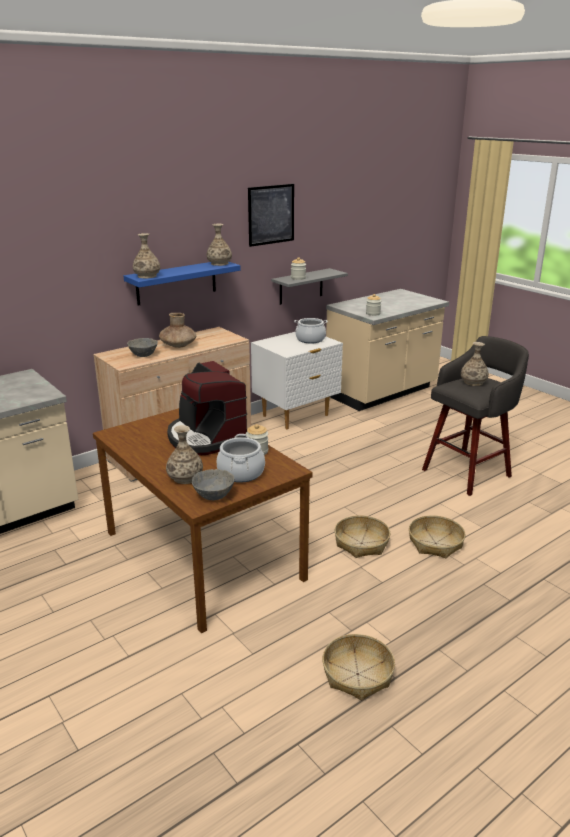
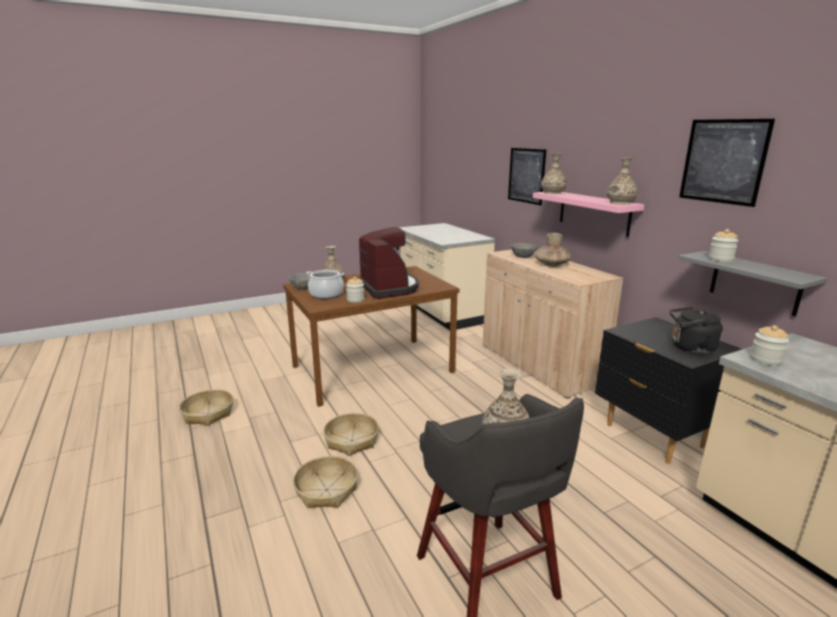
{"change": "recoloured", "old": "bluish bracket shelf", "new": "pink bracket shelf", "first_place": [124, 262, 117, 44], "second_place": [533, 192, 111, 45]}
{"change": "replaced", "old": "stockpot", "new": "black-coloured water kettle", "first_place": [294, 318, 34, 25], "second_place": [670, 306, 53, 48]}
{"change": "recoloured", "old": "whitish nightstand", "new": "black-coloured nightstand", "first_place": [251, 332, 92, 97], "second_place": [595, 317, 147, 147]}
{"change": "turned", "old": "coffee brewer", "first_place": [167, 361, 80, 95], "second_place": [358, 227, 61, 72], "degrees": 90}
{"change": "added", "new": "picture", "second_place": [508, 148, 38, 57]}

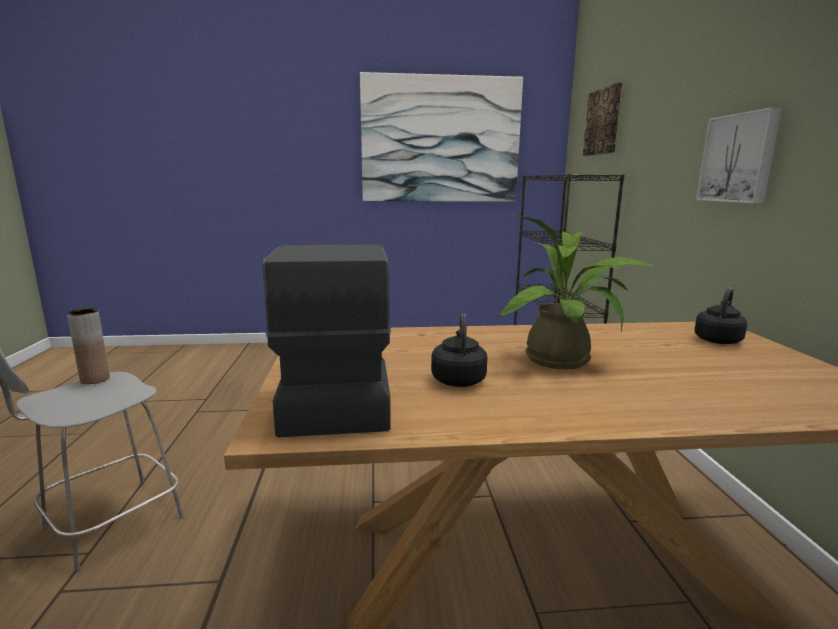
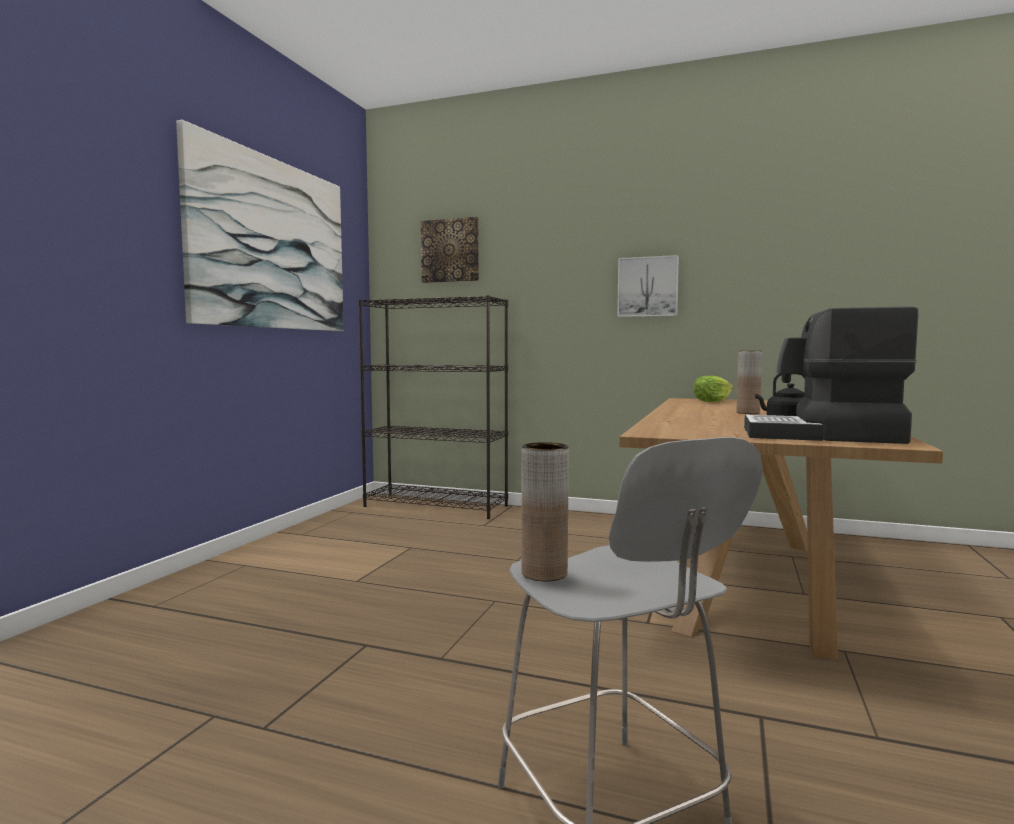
{"change": "replaced", "old": "houseplant", "new": "brown-coloured decorative vase", "first_place": [496, 215, 163, 154], "second_place": [736, 351, 27, 63]}
{"change": "replaced", "old": "black-coloured water kettle", "new": "lettuce head", "first_place": [694, 288, 53, 56], "second_place": [693, 376, 40, 26]}

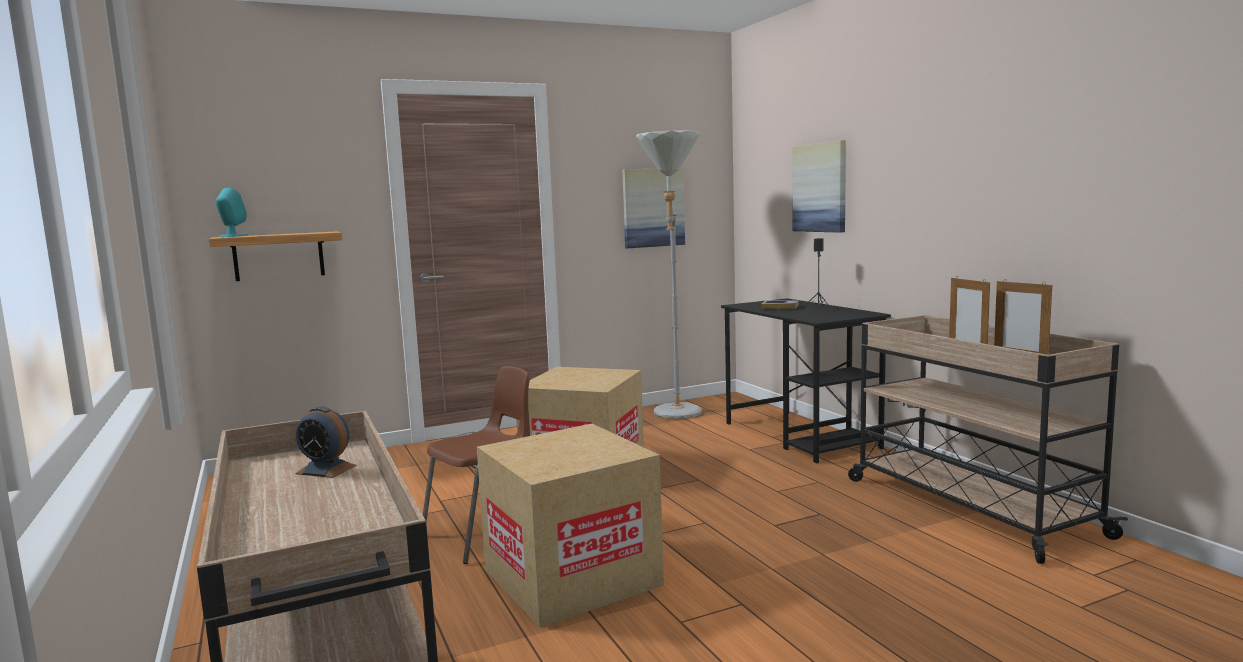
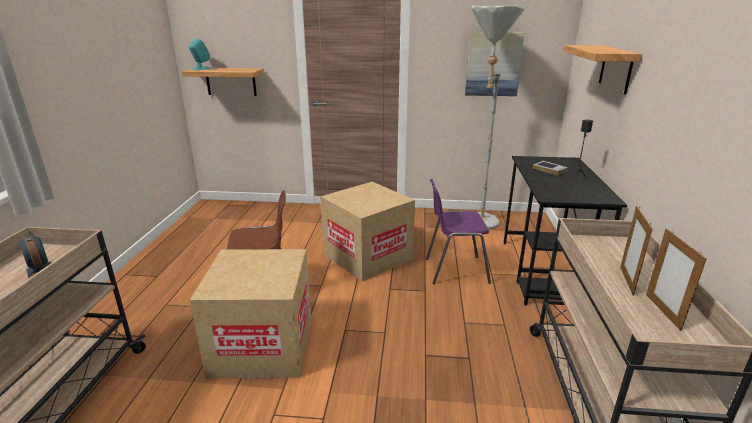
{"change": "replaced", "old": "picture", "new": "bracket shelf", "first_place": [792, 140, 54, 93], "second_place": [563, 45, 79, 49]}
{"change": "added", "new": "purplish chair", "second_place": [426, 179, 65, 105]}

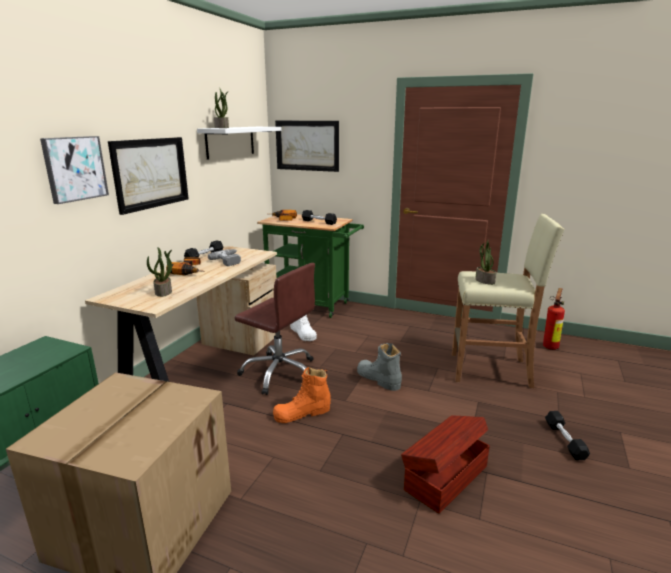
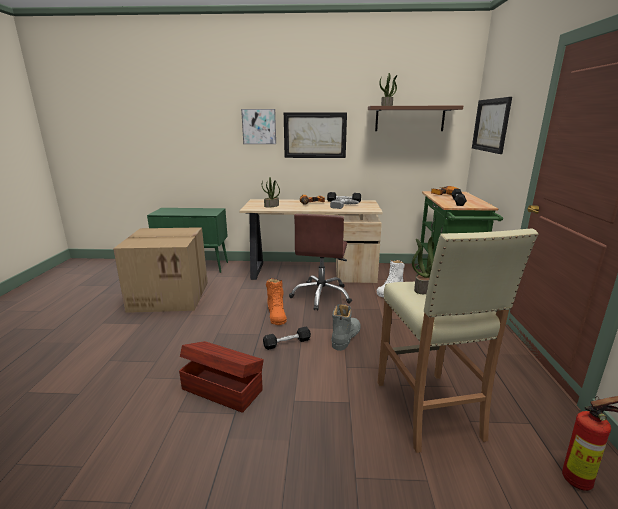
{"change": "recoloured", "old": "whitish bracket shelf", "new": "brown-coloured bracket shelf", "first_place": [197, 127, 85, 33], "second_place": [368, 106, 95, 25]}
{"change": "turned", "old": "orangey boot", "first_place": [273, 367, 58, 56], "second_place": [266, 278, 21, 47], "degrees": -150}
{"change": "moved", "old": "black-coloured dumbbell", "first_place": [545, 411, 45, 49], "second_place": [263, 327, 48, 23]}

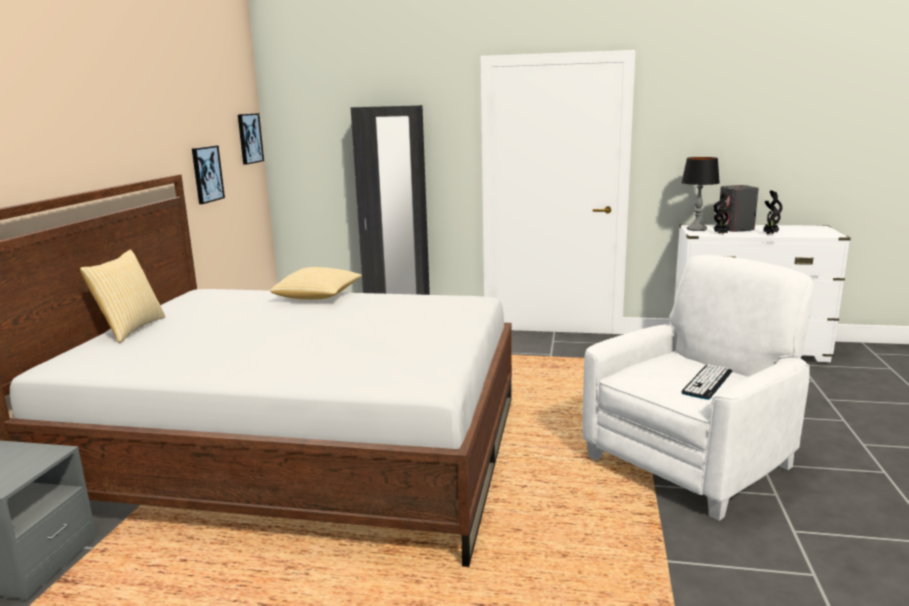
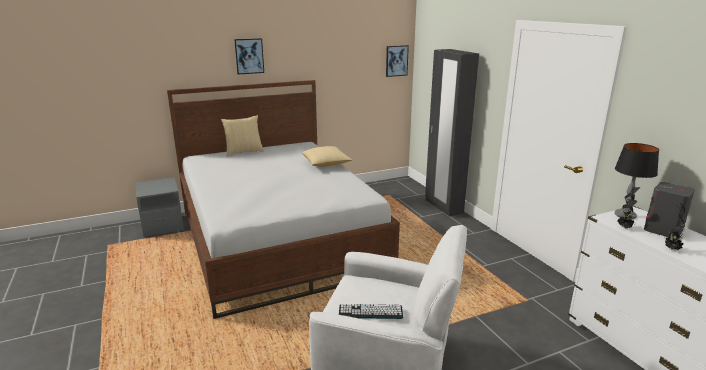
{"change": "moved", "old": "picture", "first_place": [192, 145, 33, 59], "second_place": [234, 38, 30, 37]}

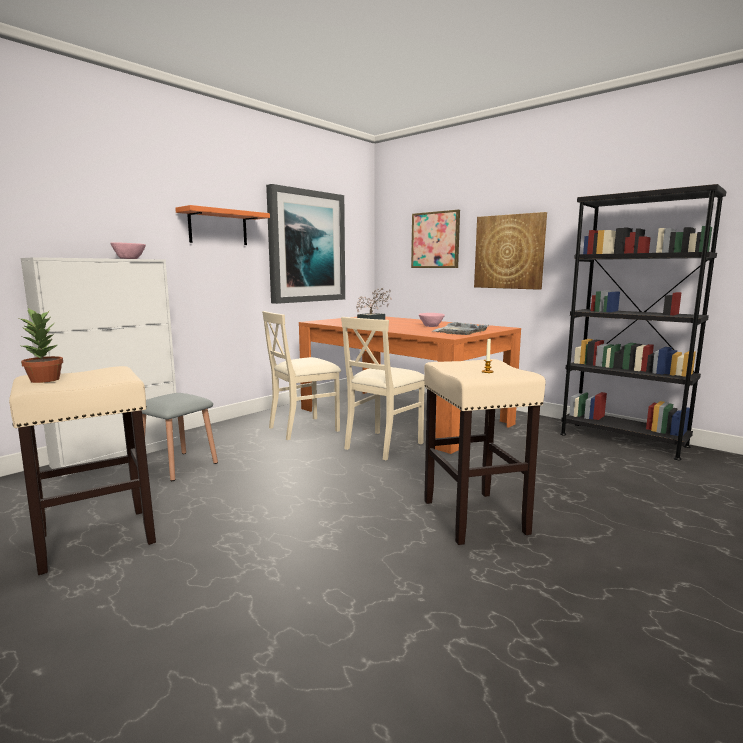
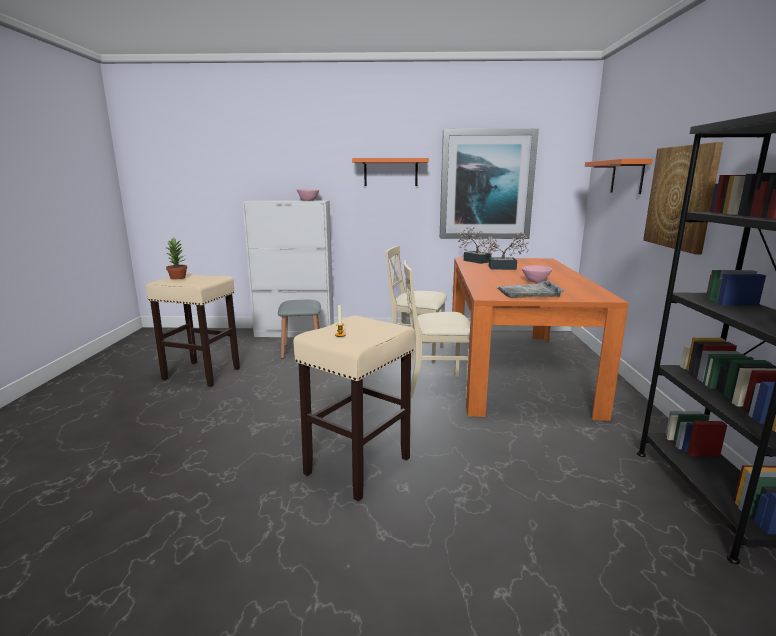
{"change": "replaced", "old": "picture", "new": "orangey bracket shelf", "first_place": [411, 210, 49, 58], "second_place": [585, 159, 67, 35]}
{"change": "added", "new": "houseplant", "second_place": [457, 227, 39, 37]}

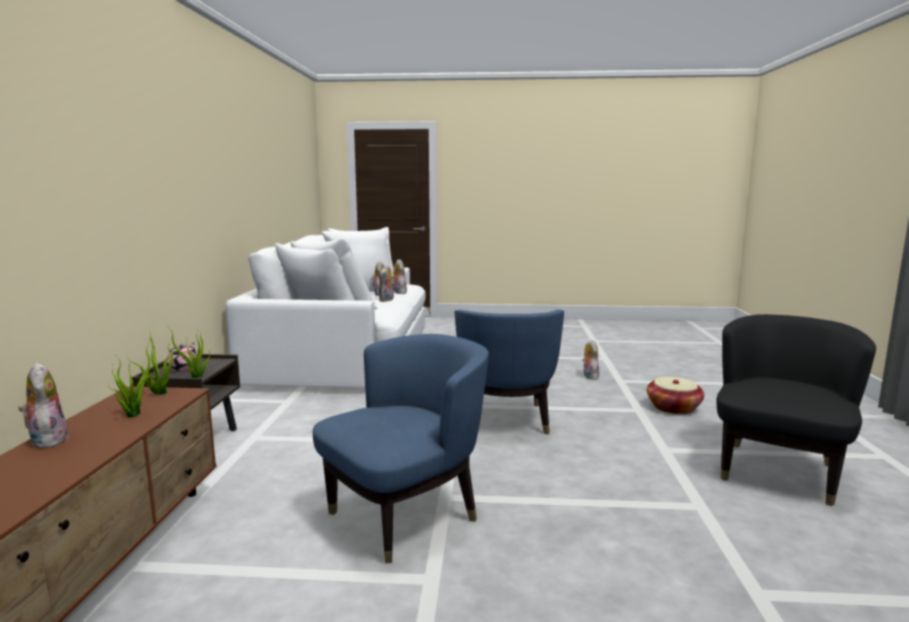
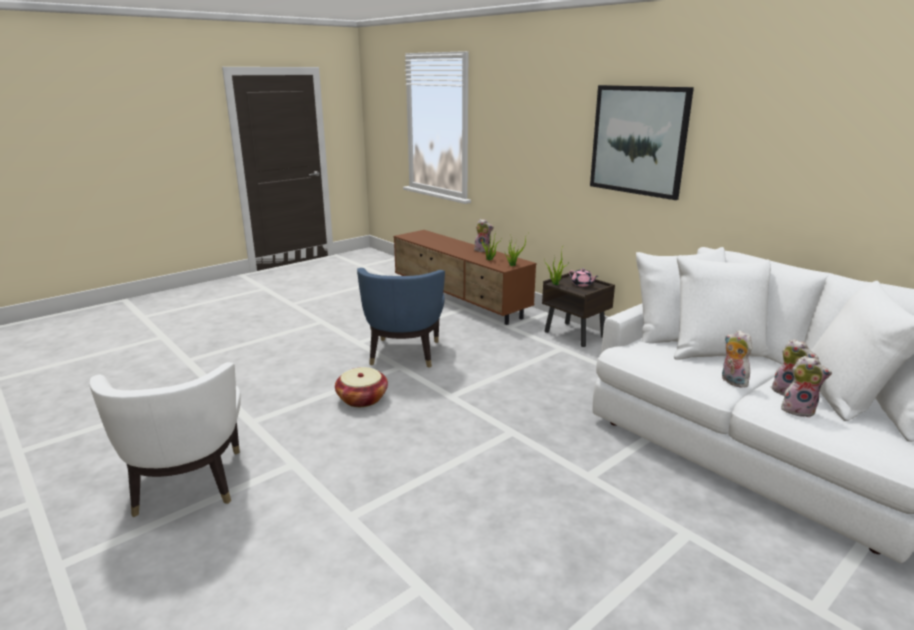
{"change": "removed", "old": "bluish lounge chair", "first_place": [454, 310, 110, 124]}
{"change": "recoloured", "old": "black-coloured lounge chair", "new": "whitish lounge chair", "first_place": [717, 314, 159, 192], "second_place": [89, 362, 152, 155]}
{"change": "removed", "old": "soft toy", "first_place": [582, 339, 17, 41]}
{"change": "moved", "old": "household basket", "first_place": [647, 377, 57, 37], "second_place": [335, 367, 53, 40]}
{"change": "added", "new": "picture", "second_place": [590, 85, 104, 115]}

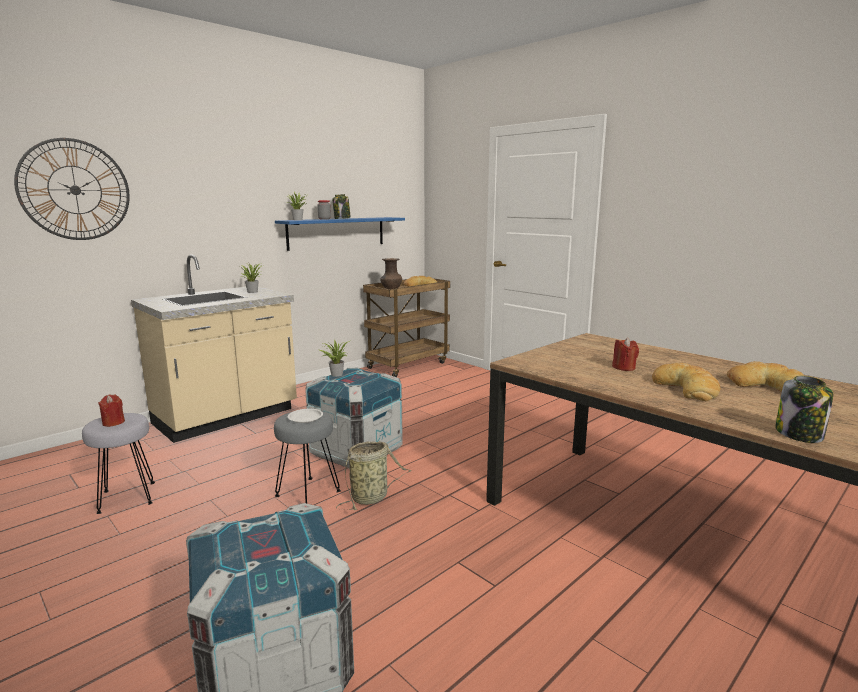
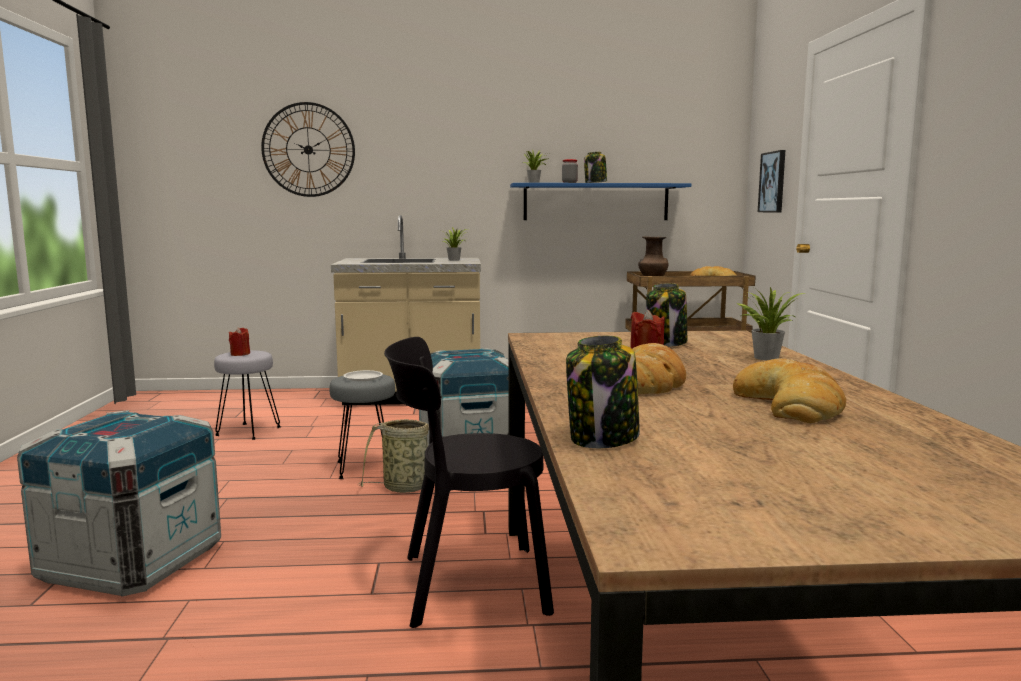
{"change": "moved", "old": "houseplant", "first_place": [320, 340, 29, 37], "second_place": [737, 287, 69, 73]}
{"change": "added", "new": "picture", "second_place": [758, 150, 27, 62]}
{"change": "added", "new": "preserve jar", "second_place": [646, 283, 41, 64]}
{"change": "added", "new": "black-coloured chair", "second_place": [384, 337, 170, 291]}

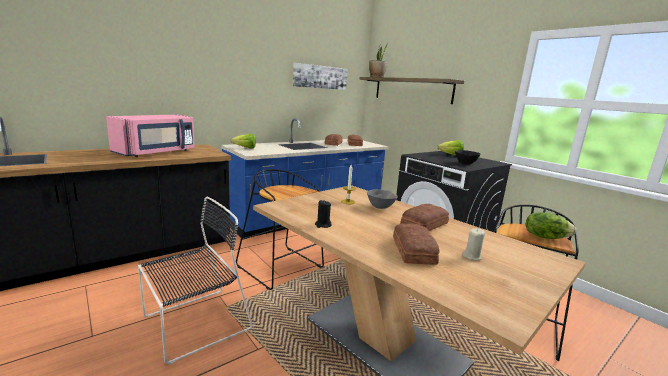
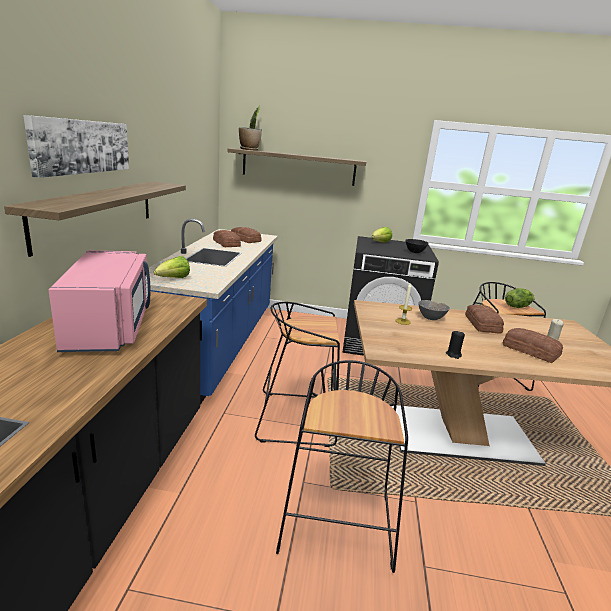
{"change": "moved", "old": "picture", "first_place": [293, 63, 55, 27], "second_place": [23, 115, 106, 63]}
{"change": "replaced", "old": "black-coloured chair", "new": "black-coloured stool", "first_place": [138, 197, 115, 167], "second_place": [276, 360, 132, 213]}
{"change": "added", "new": "bracket shelf", "second_place": [4, 182, 182, 75]}

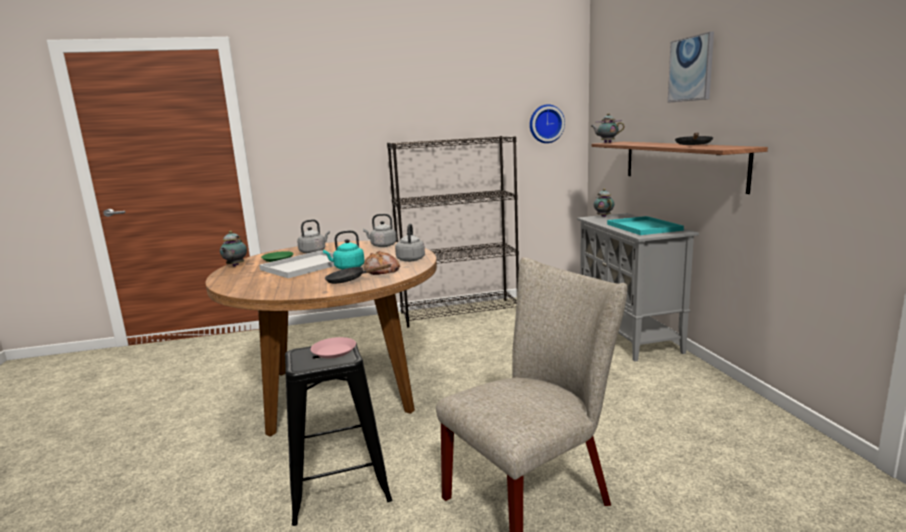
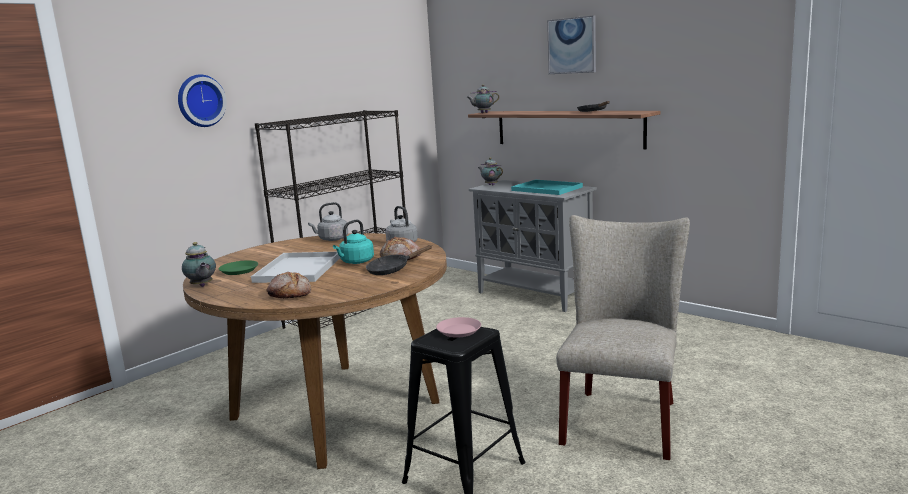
{"change": "moved", "old": "hanging clock", "first_place": [530, 104, 35, 39], "second_place": [178, 74, 49, 53]}
{"change": "removed", "old": "greyish water kettle", "first_place": [297, 219, 33, 34]}
{"change": "added", "new": "bread", "second_place": [266, 272, 45, 26]}

